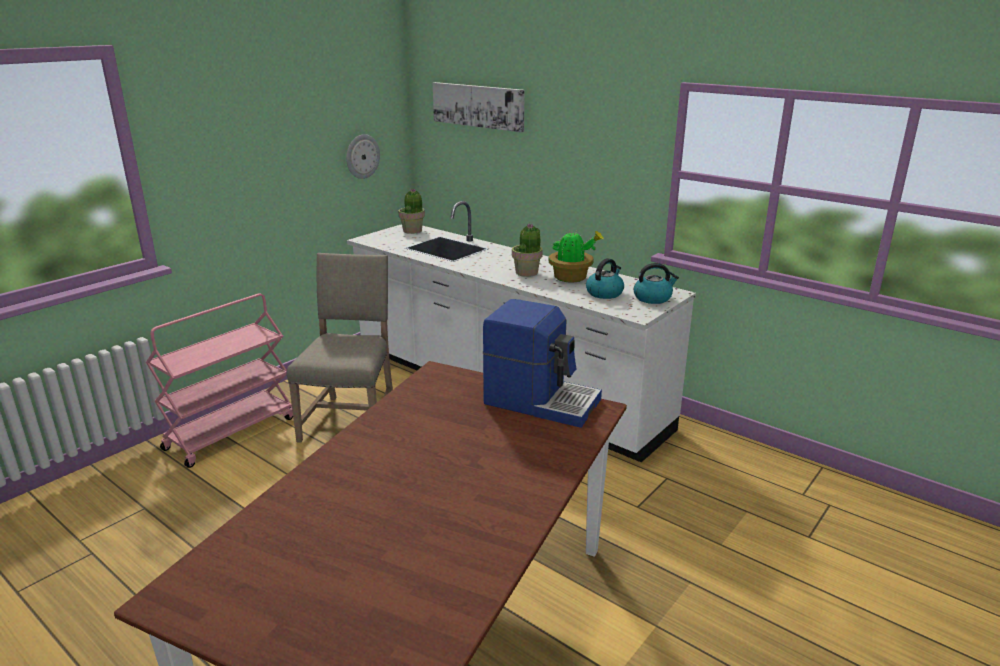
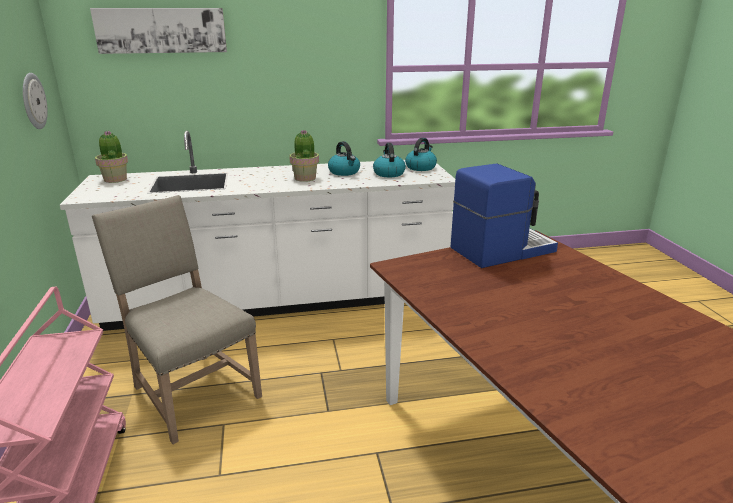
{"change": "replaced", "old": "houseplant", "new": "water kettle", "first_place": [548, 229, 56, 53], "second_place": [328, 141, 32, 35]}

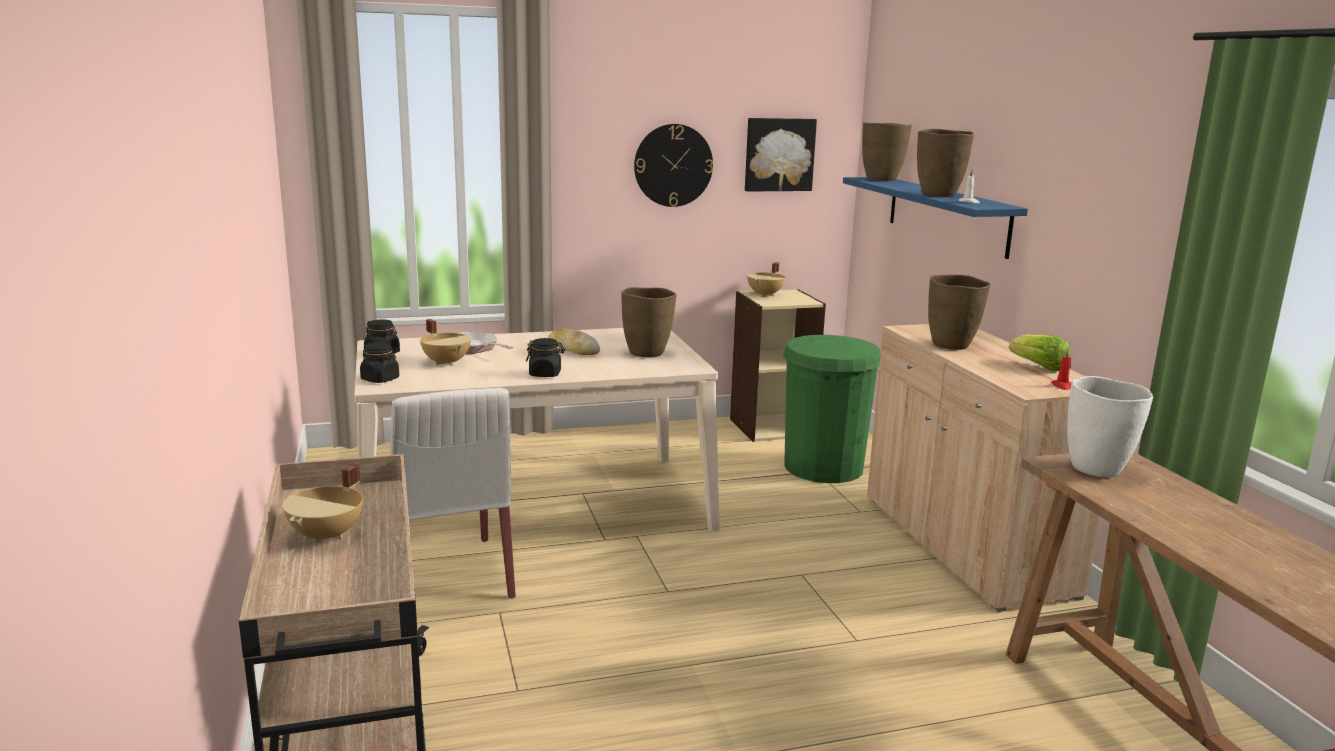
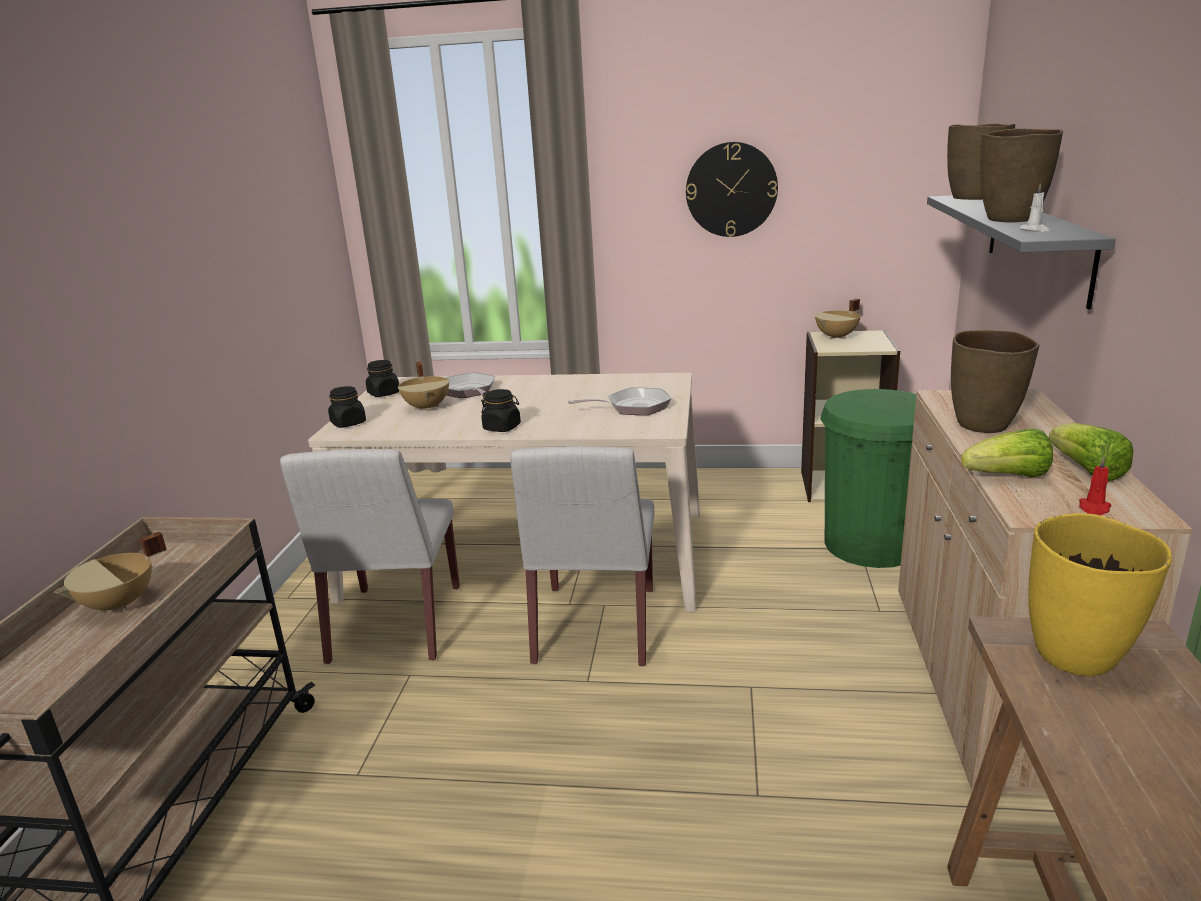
{"change": "removed", "old": "picture", "first_place": [745, 118, 72, 74]}
{"change": "recoloured", "old": "bluish bracket shelf", "new": "greyish bracket shelf", "first_place": [843, 177, 185, 82], "second_place": [927, 195, 189, 114]}
{"change": "replaced", "old": "brown-coloured decorative vase", "new": "skillet", "first_place": [622, 287, 54, 70], "second_place": [568, 387, 103, 28]}
{"change": "removed", "old": "bread", "first_place": [548, 329, 52, 26]}
{"change": "recoloured", "old": "whitish decorative vase", "new": "yellow-coloured decorative vase", "first_place": [1067, 376, 86, 101], "second_place": [1028, 513, 144, 163]}
{"change": "added", "new": "lettuce head", "second_place": [961, 429, 92, 49]}
{"change": "added", "new": "whitish chair", "second_place": [510, 446, 144, 221]}

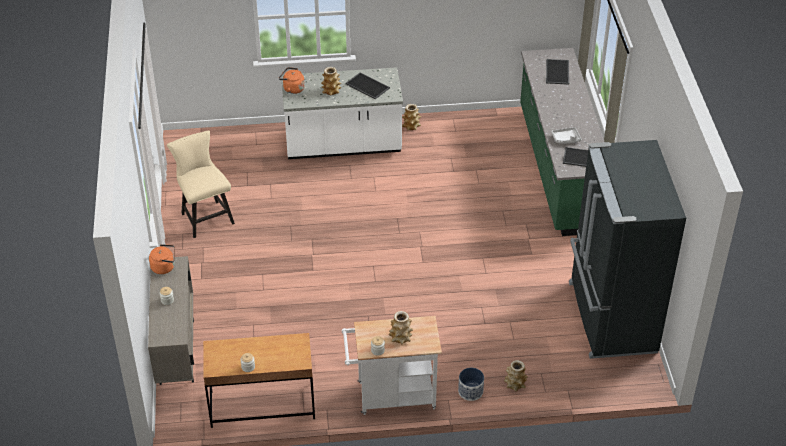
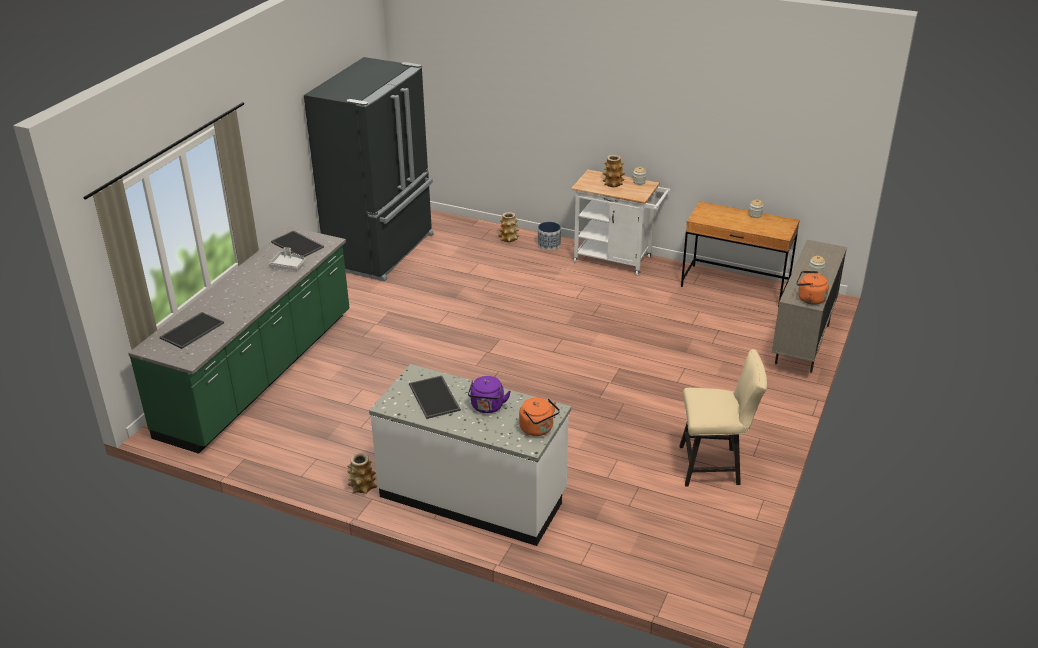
{"change": "replaced", "old": "decorative vase", "new": "purplish water kettle", "first_place": [321, 67, 20, 29], "second_place": [468, 376, 43, 37]}
{"change": "turned", "old": "beige chair", "first_place": [167, 131, 68, 107], "second_place": [679, 349, 88, 137], "degrees": -90}

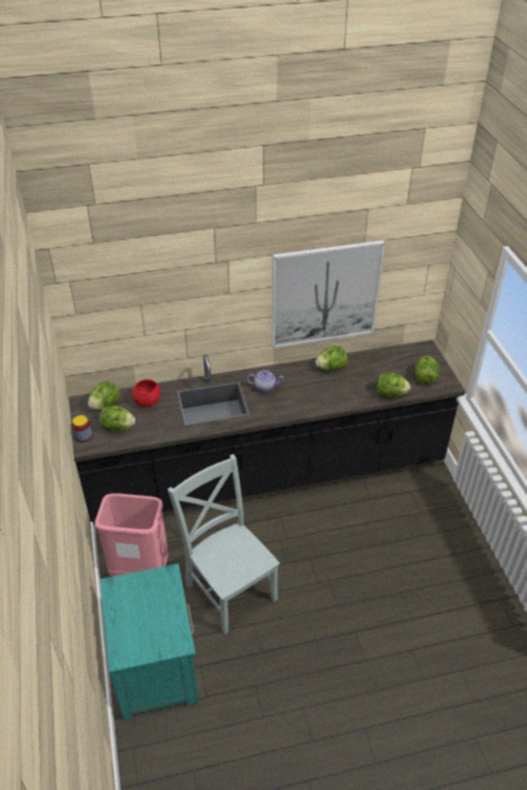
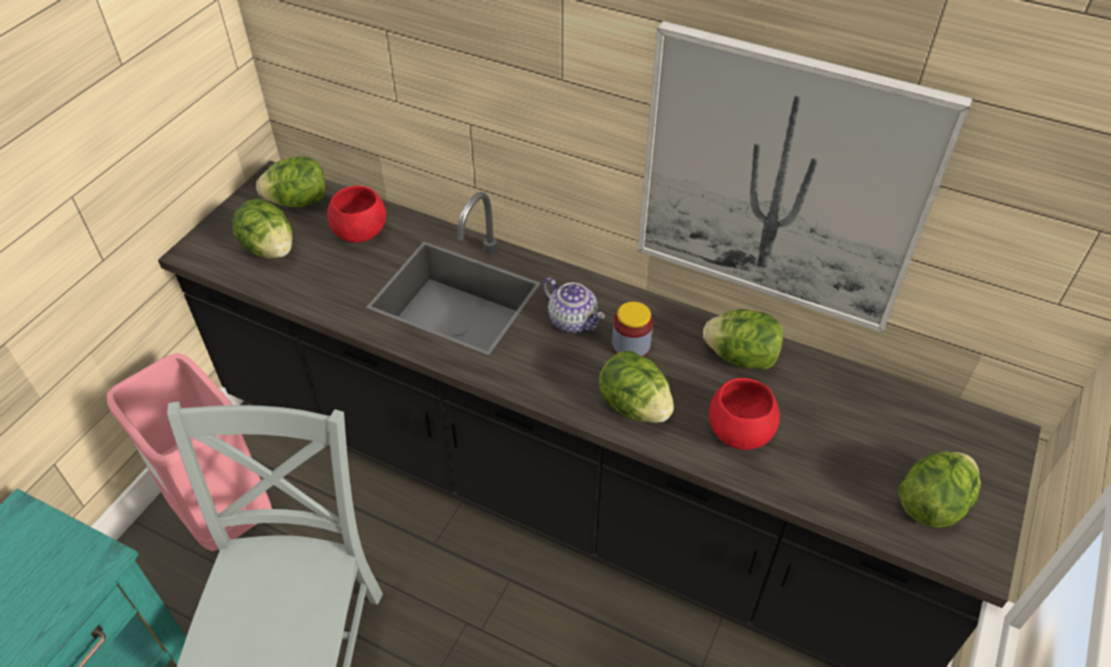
{"change": "moved", "old": "lettuce head", "first_place": [377, 373, 34, 25], "second_place": [599, 350, 75, 73]}
{"change": "moved", "old": "preserve jar", "first_place": [72, 415, 20, 27], "second_place": [612, 301, 41, 56]}
{"change": "added", "new": "red-coloured deep dish", "second_place": [709, 378, 71, 72]}

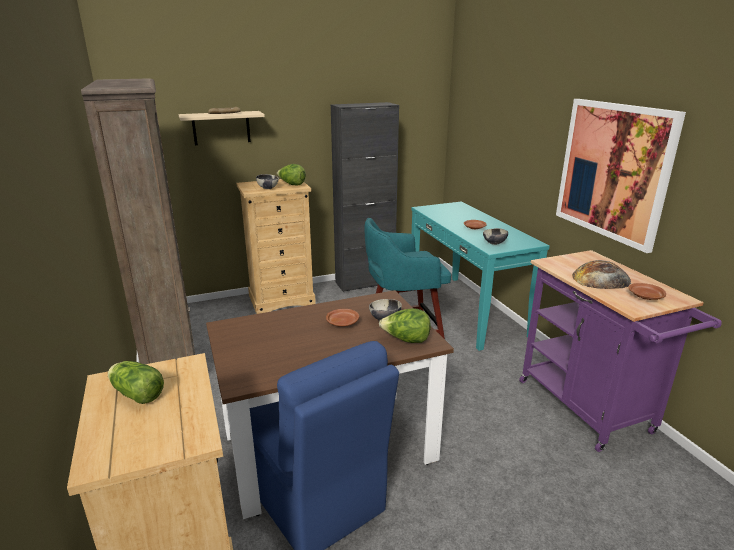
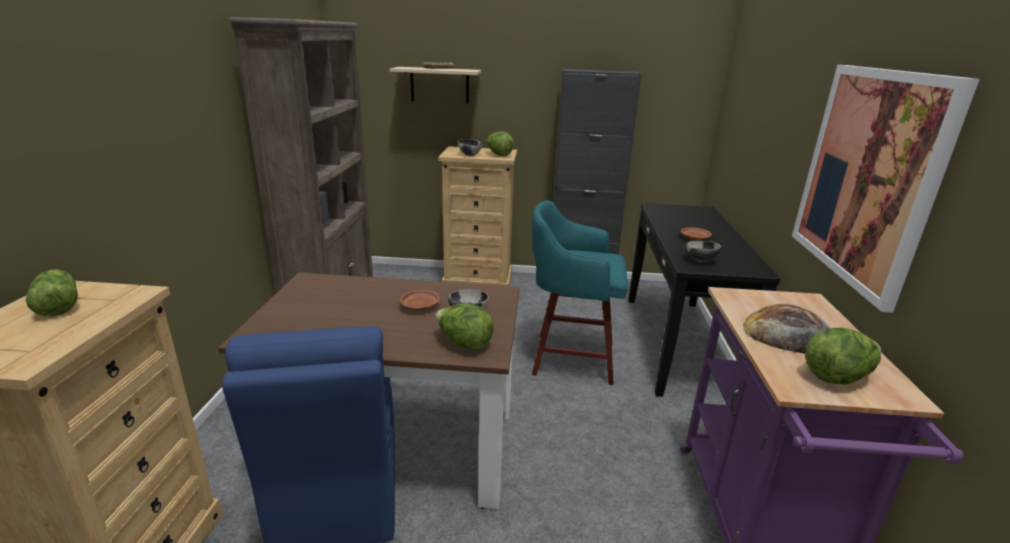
{"change": "recoloured", "old": "blue-green hall table", "new": "black-coloured hall table", "first_place": [412, 201, 138, 150], "second_place": [628, 203, 153, 194]}
{"change": "replaced", "old": "brown-coloured dinner plate", "new": "lettuce head", "first_place": [628, 283, 38, 17], "second_place": [805, 327, 76, 57]}

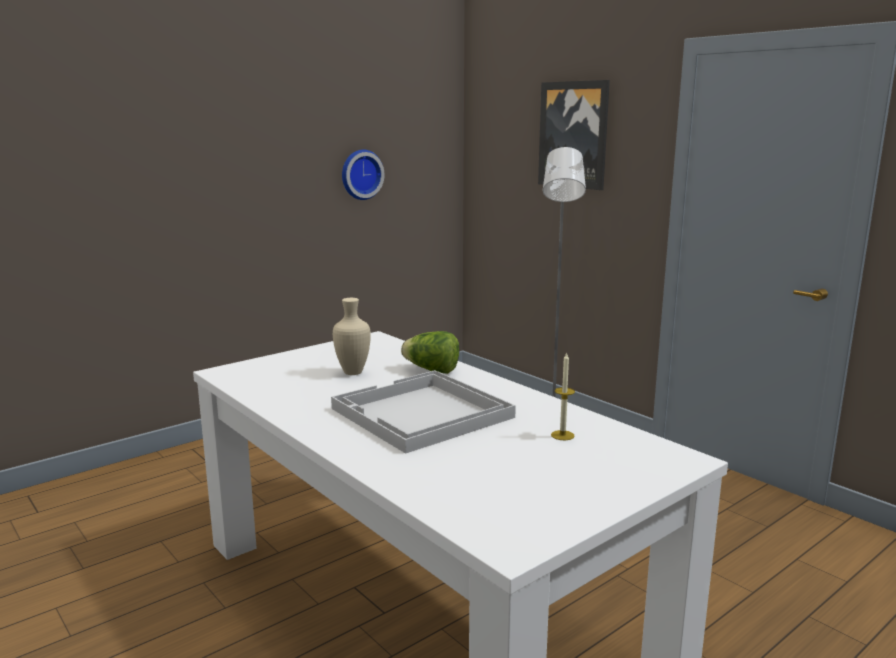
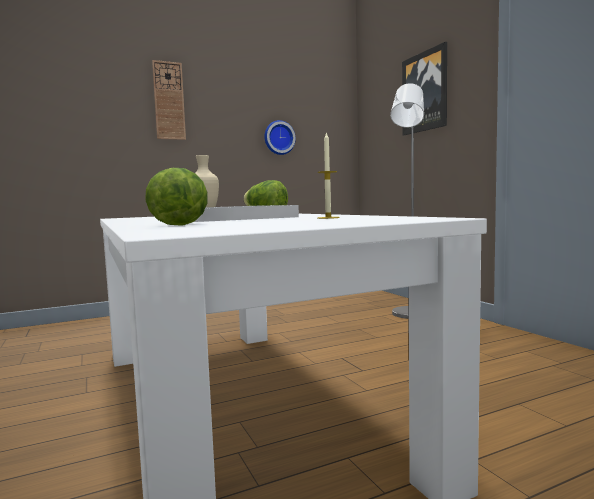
{"change": "added", "new": "hanging clock", "second_place": [152, 60, 34, 80]}
{"change": "added", "new": "lettuce head", "second_place": [145, 168, 62, 57]}

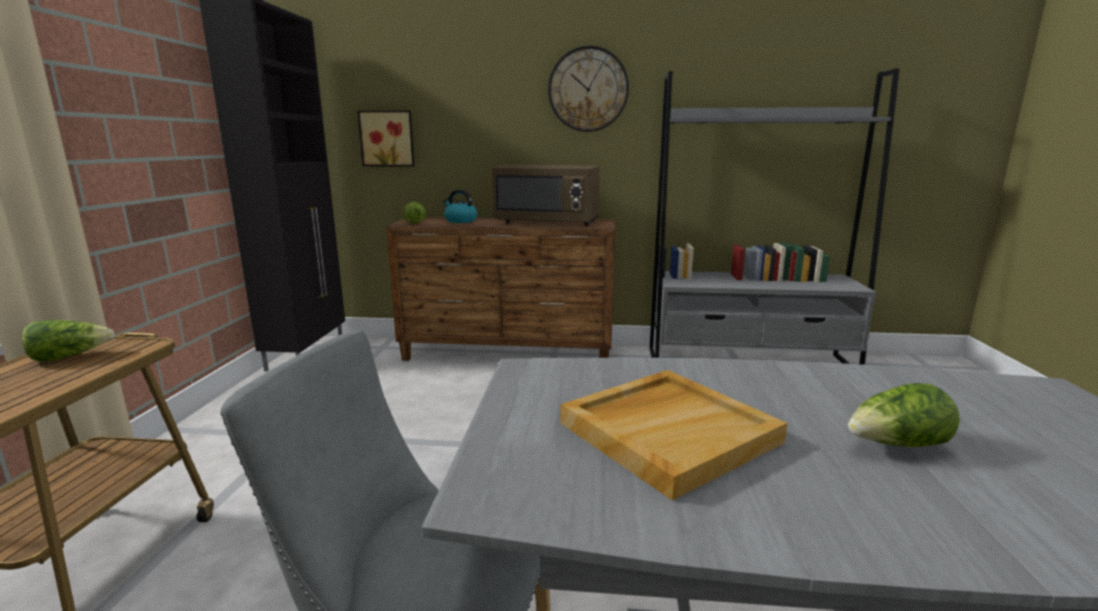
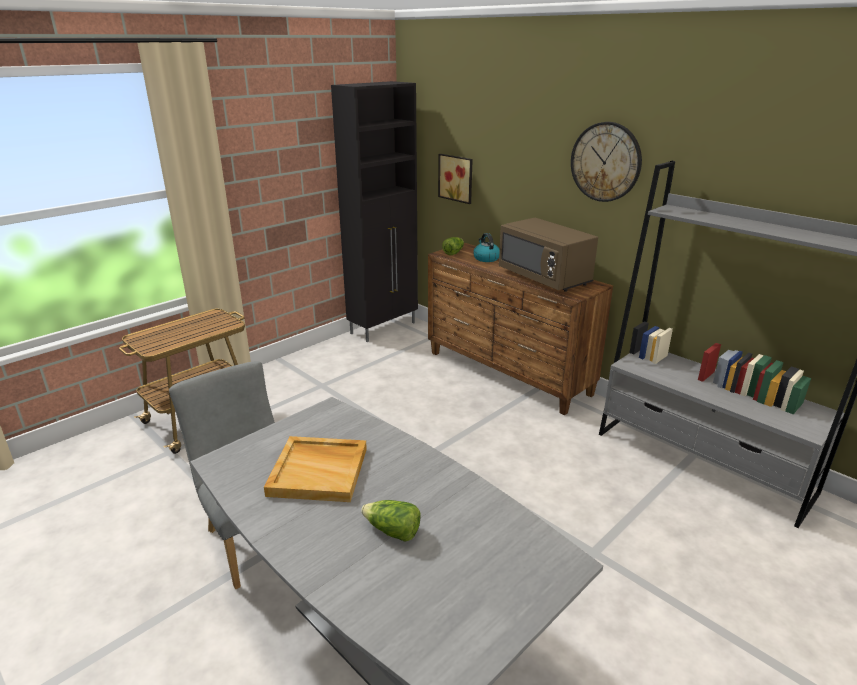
{"change": "removed", "old": "lettuce head", "first_place": [22, 320, 93, 42]}

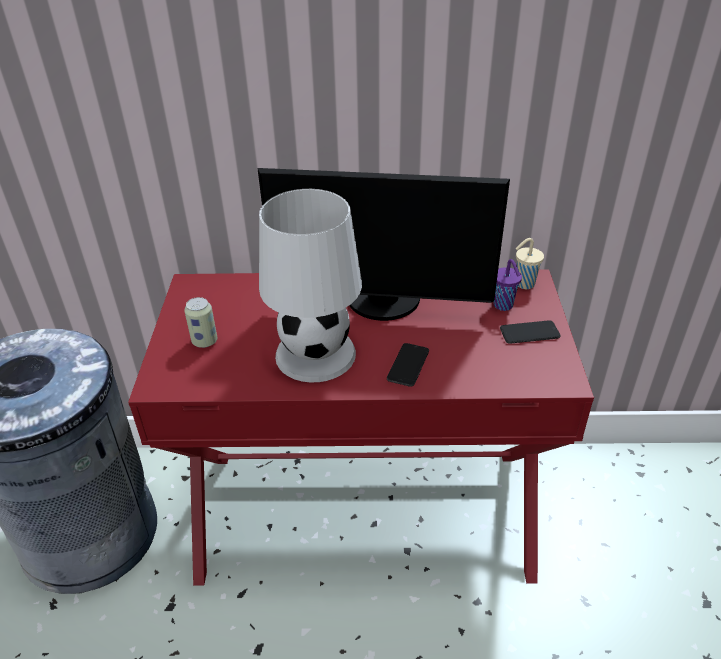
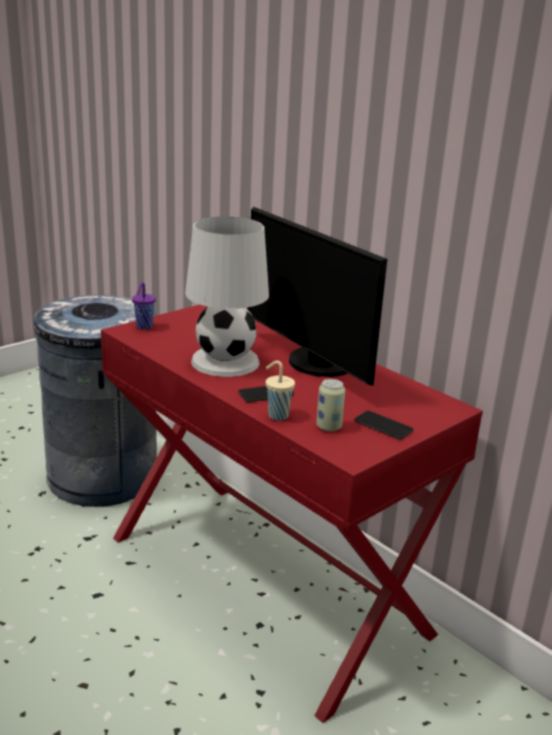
{"change": "moved", "old": "beige drinking cup", "first_place": [515, 238, 29, 51], "second_place": [266, 361, 29, 59]}
{"change": "moved", "old": "purplish drinking cup", "first_place": [494, 259, 28, 52], "second_place": [132, 282, 24, 48]}
{"change": "moved", "old": "can", "first_place": [184, 297, 33, 51], "second_place": [316, 379, 29, 53]}

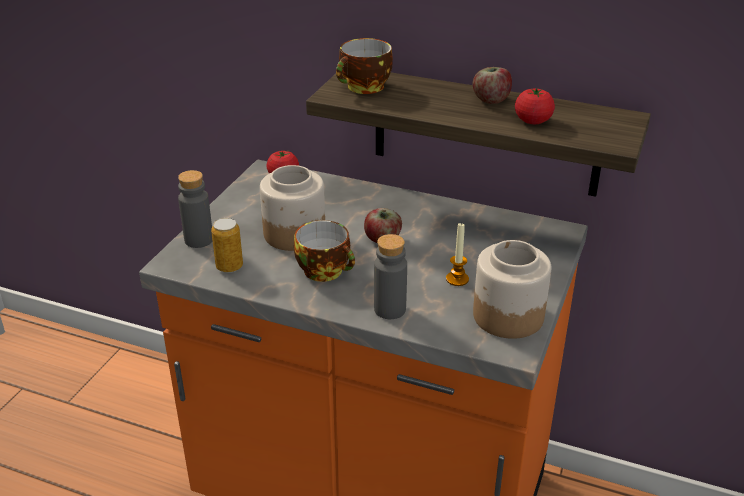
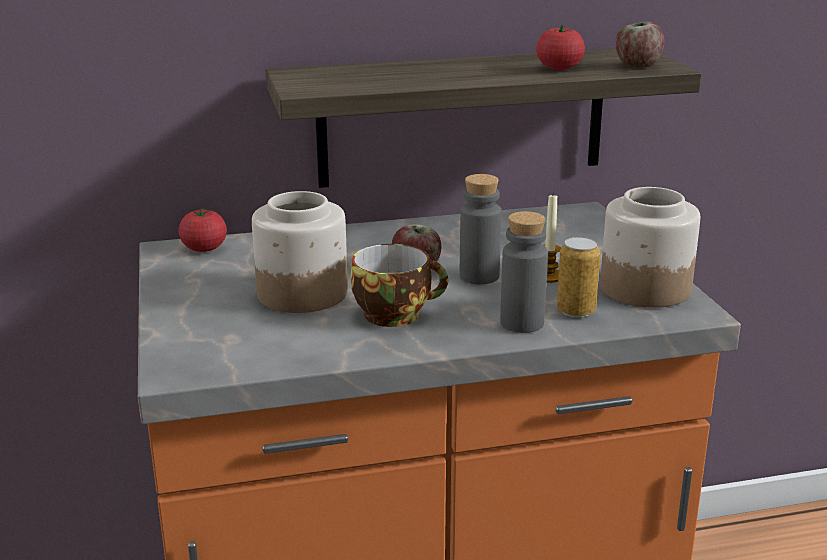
{"change": "removed", "old": "drinking cup", "first_place": [336, 38, 57, 56]}
{"change": "moved", "old": "apple fruit", "first_place": [473, 67, 39, 37], "second_place": [615, 21, 49, 47]}
{"change": "moved", "old": "greyish beverage bottle", "first_place": [178, 170, 34, 78], "second_place": [460, 174, 42, 110]}
{"change": "moved", "old": "can", "first_place": [211, 218, 32, 55], "second_place": [557, 237, 43, 81]}

